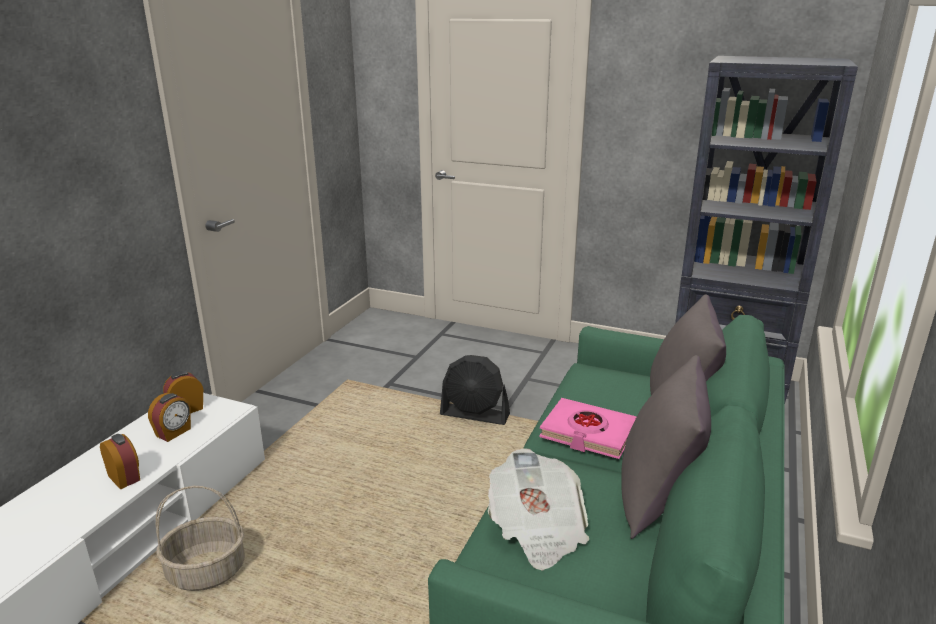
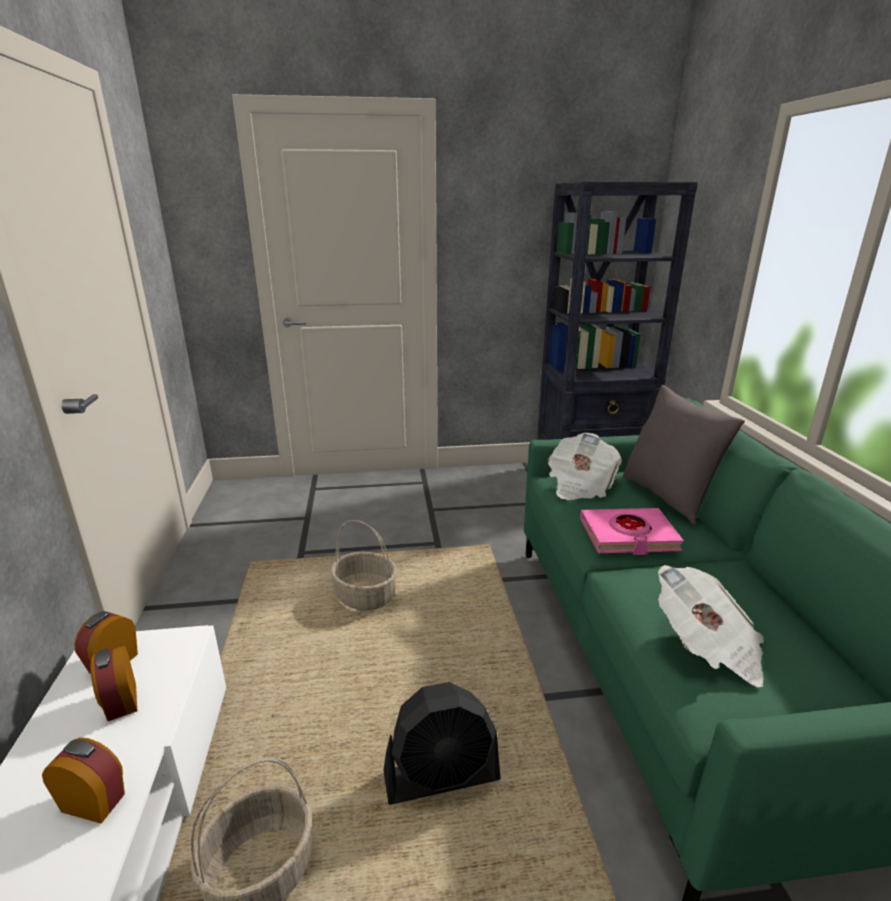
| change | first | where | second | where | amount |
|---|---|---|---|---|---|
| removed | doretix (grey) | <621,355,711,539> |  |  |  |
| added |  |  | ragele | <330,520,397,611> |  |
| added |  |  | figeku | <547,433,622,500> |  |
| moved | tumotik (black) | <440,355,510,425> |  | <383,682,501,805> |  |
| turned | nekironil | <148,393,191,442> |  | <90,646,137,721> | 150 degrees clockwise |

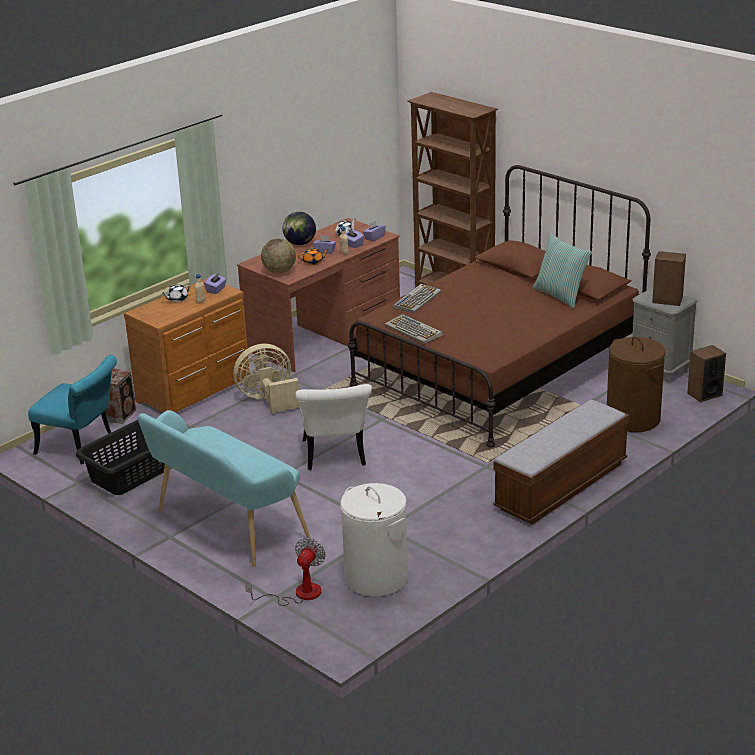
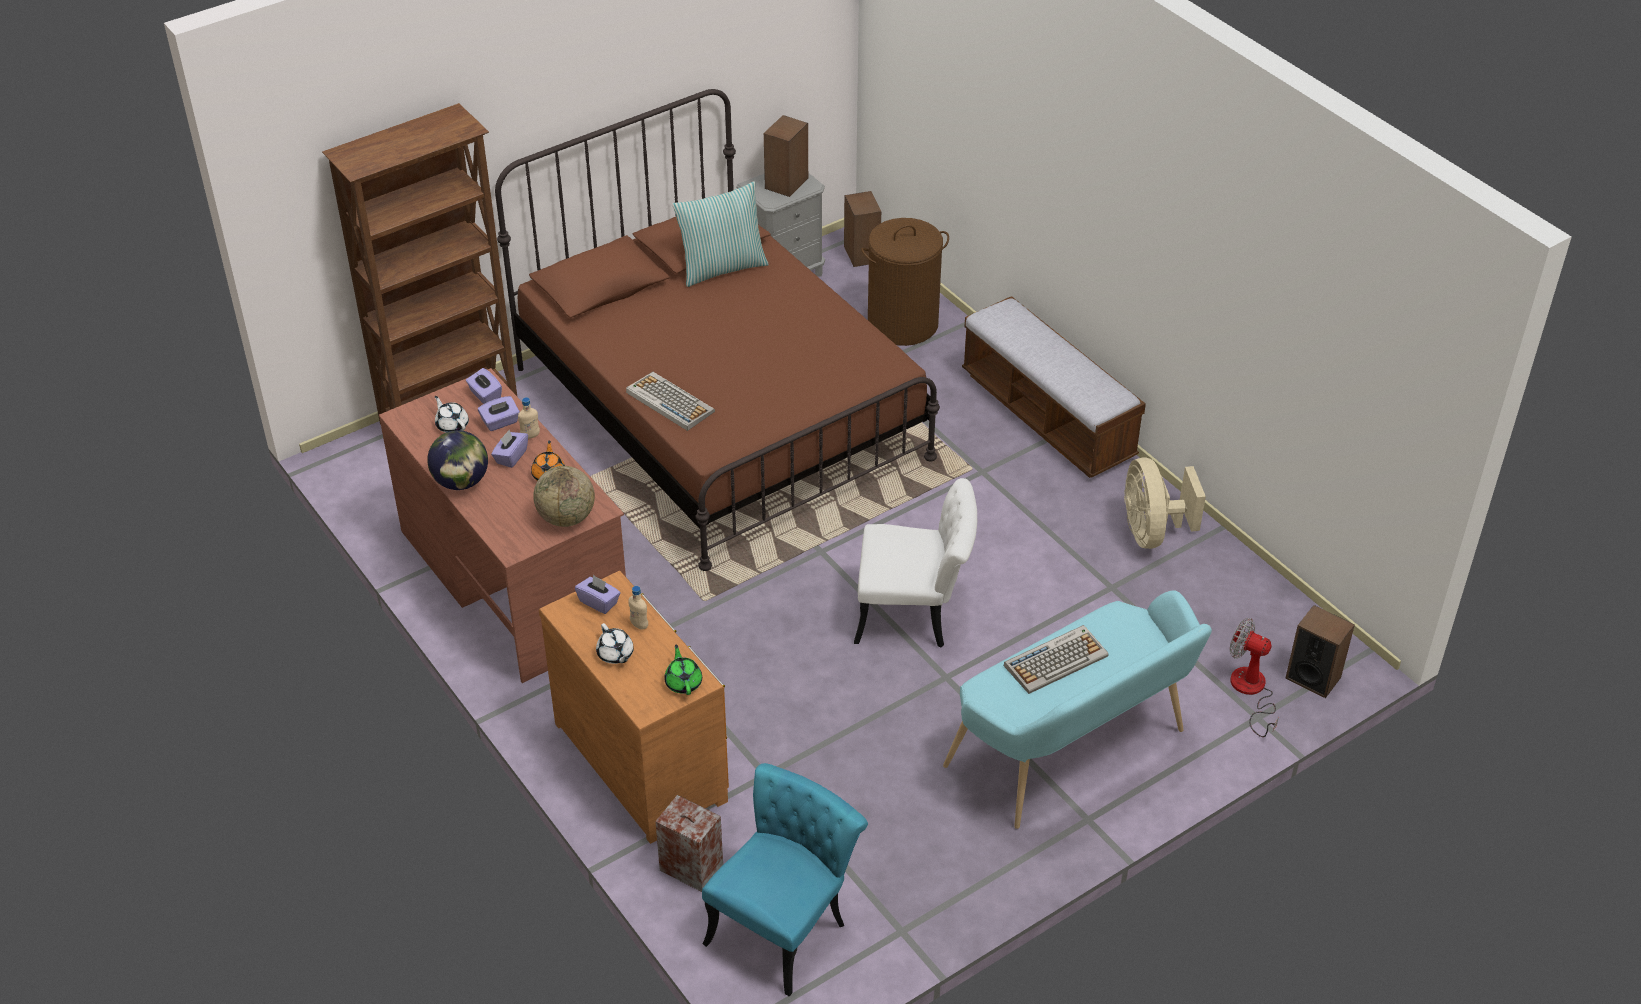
| change | first | where | second | where | amount |
|---|---|---|---|---|---|
| removed | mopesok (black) | <76,417,171,495> |  |  |  |
| removed | mopesok (white) | <340,483,408,597> |  |  |  |
| added |  |  | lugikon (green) | <664,644,702,695> |  |
| added |  |  | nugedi | <1286,605,1355,698> |  |
| moved | tumotik (beige) | <233,344,299,413> |  | <1124,458,1206,549> |  |
| moved | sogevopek | <385,314,443,344> |  | <1004,625,1109,694> |  |

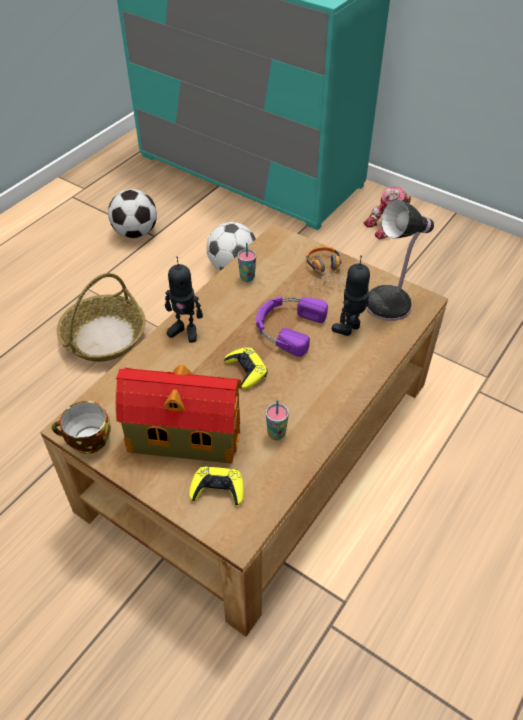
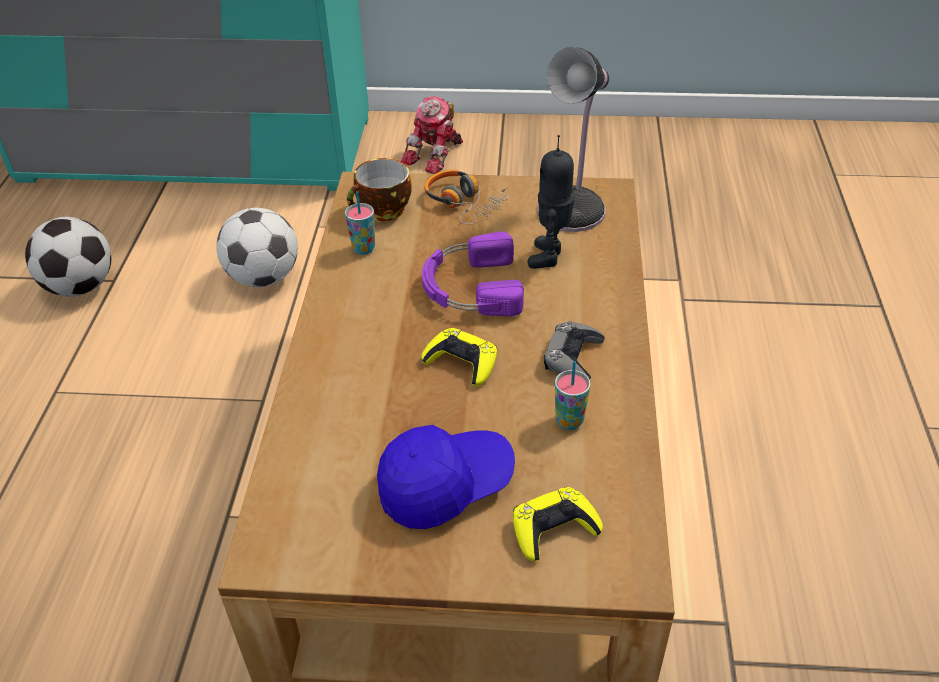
| change | first | where | second | where | amount |
|---|---|---|---|---|---|
| removed | ragele | <57,273,146,362> |  |  |  |
| removed | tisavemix | <165,256,203,343> |  |  |  |
| added |  |  | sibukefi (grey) | <544,321,604,380> |  |
| moved | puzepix | <52,401,111,454> |  | <347,158,412,221> |  |
| replaced | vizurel | <115,365,242,463> | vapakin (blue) | <377,425,515,529> |  |

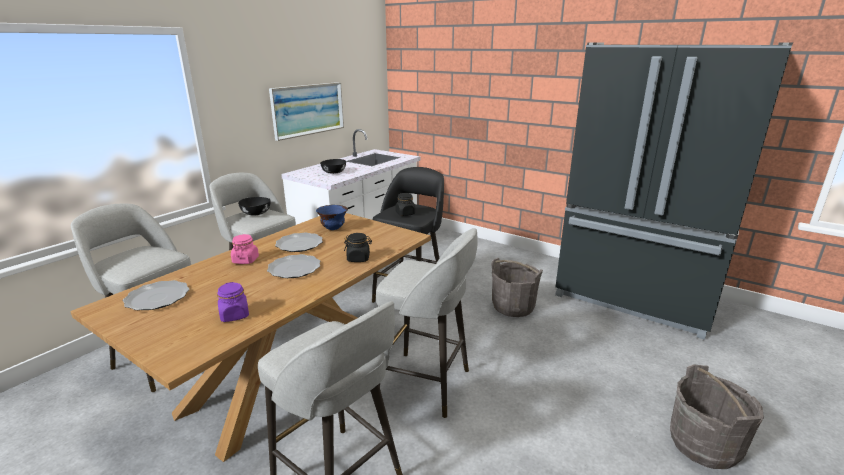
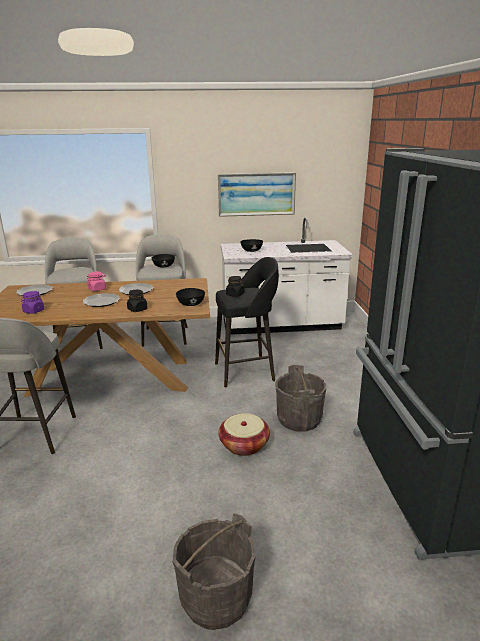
| change | first | where | second | where | amount |
|---|---|---|---|---|---|
| removed | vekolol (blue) | <316,205,348,230> |  |  |  |
| removed | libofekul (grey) | <376,228,478,418> |  |  |  |
| added |  |  | vekolol (black) | <176,288,205,306> |  |
| added |  |  | ragele | <218,413,270,456> |  |

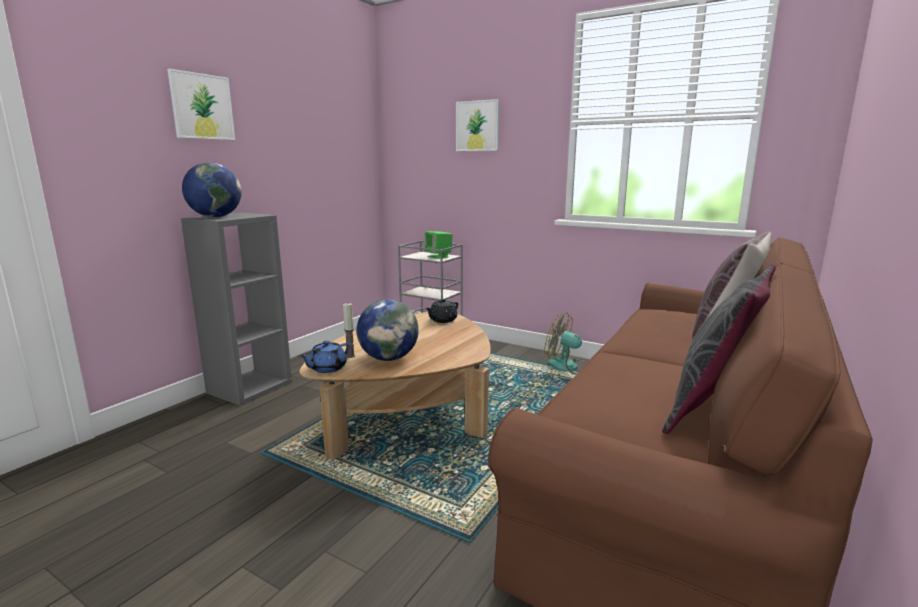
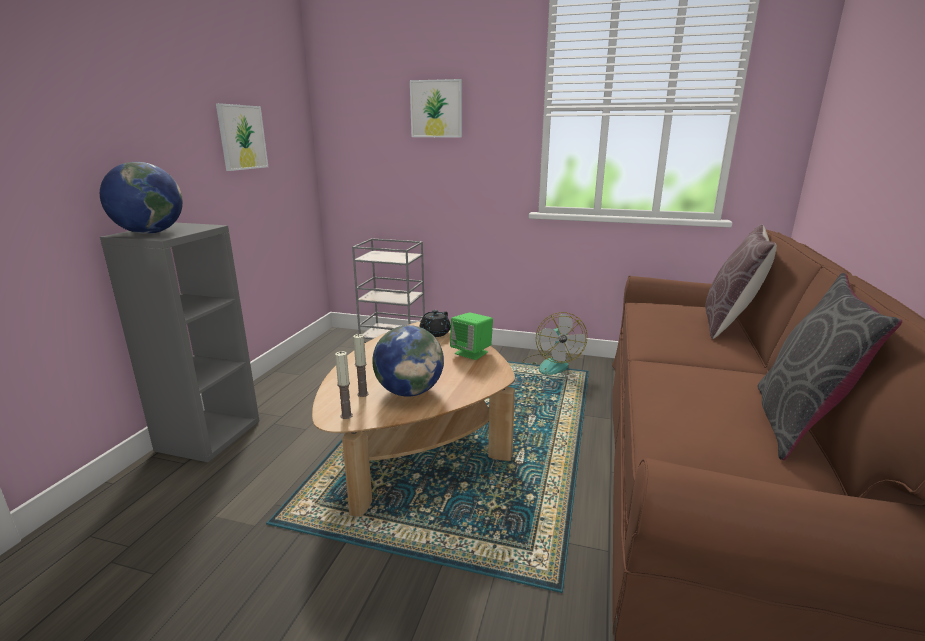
| change | first | where | second | where | amount |
|---|---|---|---|---|---|
| moved | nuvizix | <167,69,235,140> |  | <216,103,268,171> |  |
| moved | nugedi (green) | <424,231,453,259> |  | <450,312,493,360> |  |
| replaced | lugikon (blue) | <300,341,350,373> | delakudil | <335,351,353,419> |  |
| turned | tumotik | <544,312,589,374> |  | <522,312,588,375> | 105 degrees counterclockwise |

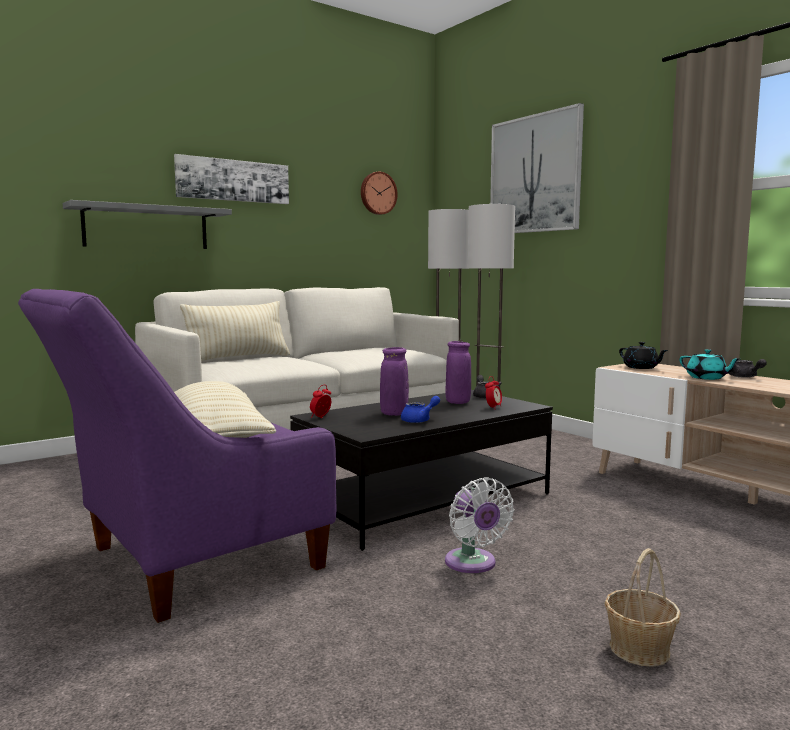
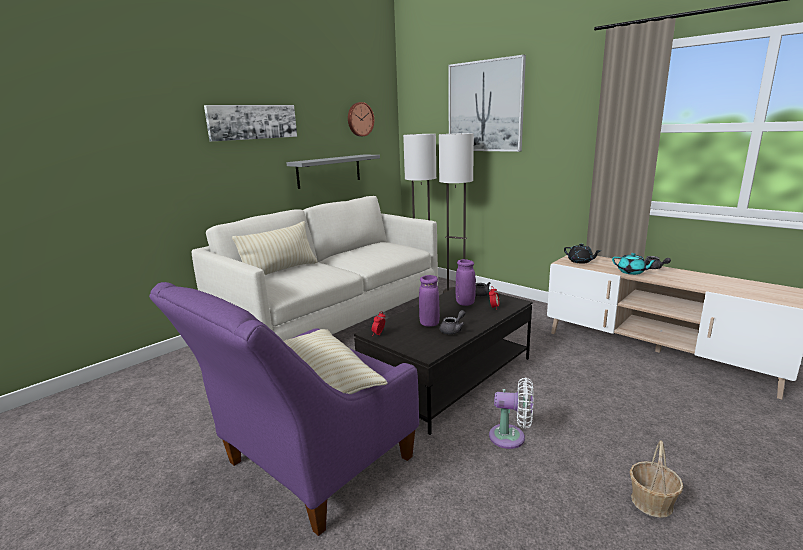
| change | first | where | second | where | amount |
|---|---|---|---|---|---|
| moved | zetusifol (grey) | <63,200,232,249> |  | <286,154,380,189> |  |
| recoloured | lugikon (blue) | <401,396,440,423> | lugikon (grey) | <440,310,466,334> |  |
| turned | tumotik (white) | <445,477,514,573> |  | <489,378,533,449> | 45 degrees counterclockwise |

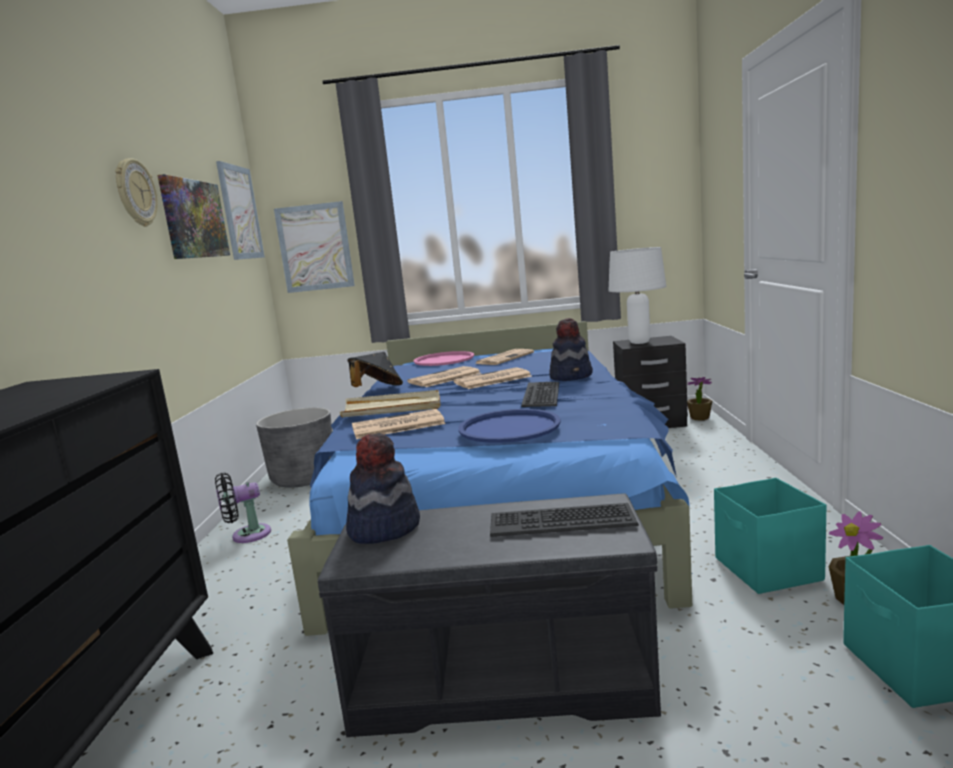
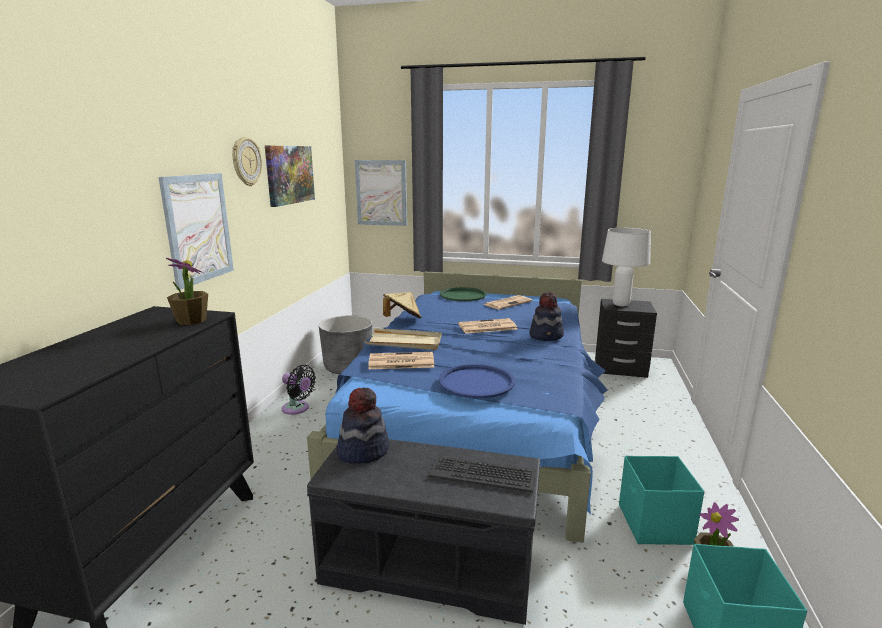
| change | first | where | second | where | amount |
|---|---|---|---|---|---|
| removed | figeku | <407,366,481,387> |  |  |  |
| removed | sogevopek | <521,382,559,407> |  |  |  |
| moved | nuvizix | <216,161,265,260> |  | <159,173,234,290> |  |
| moved | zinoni | <687,377,713,421> |  | <166,258,208,325> |  |
| recoloured | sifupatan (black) | <348,352,403,387> | sifupatan (beige) | <383,292,421,318> |  |
| recoloured | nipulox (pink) | <413,351,474,366> | nipulox (green) | <440,287,487,301> |  |
| turned | tumotik (black) | <215,473,271,543> |  | <282,365,316,415> | 135 degrees counterclockwise |

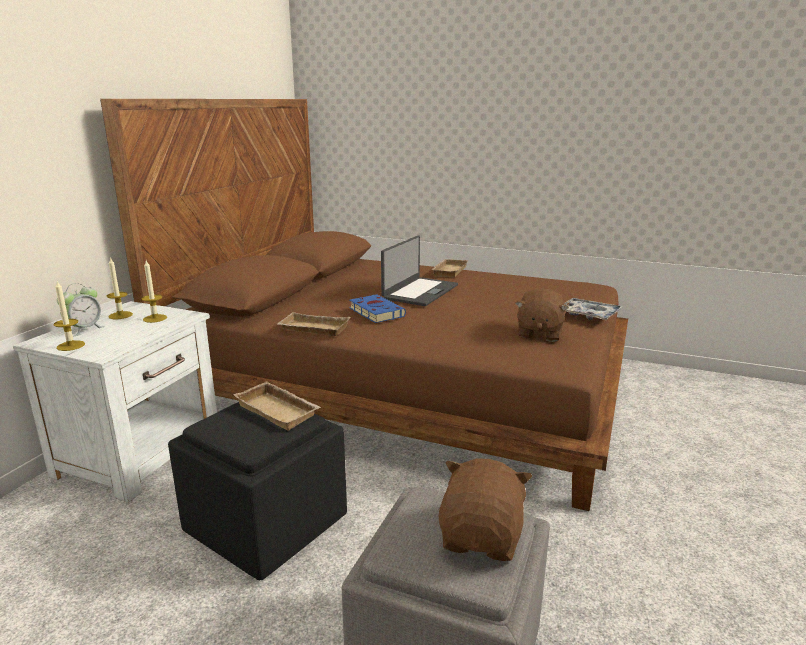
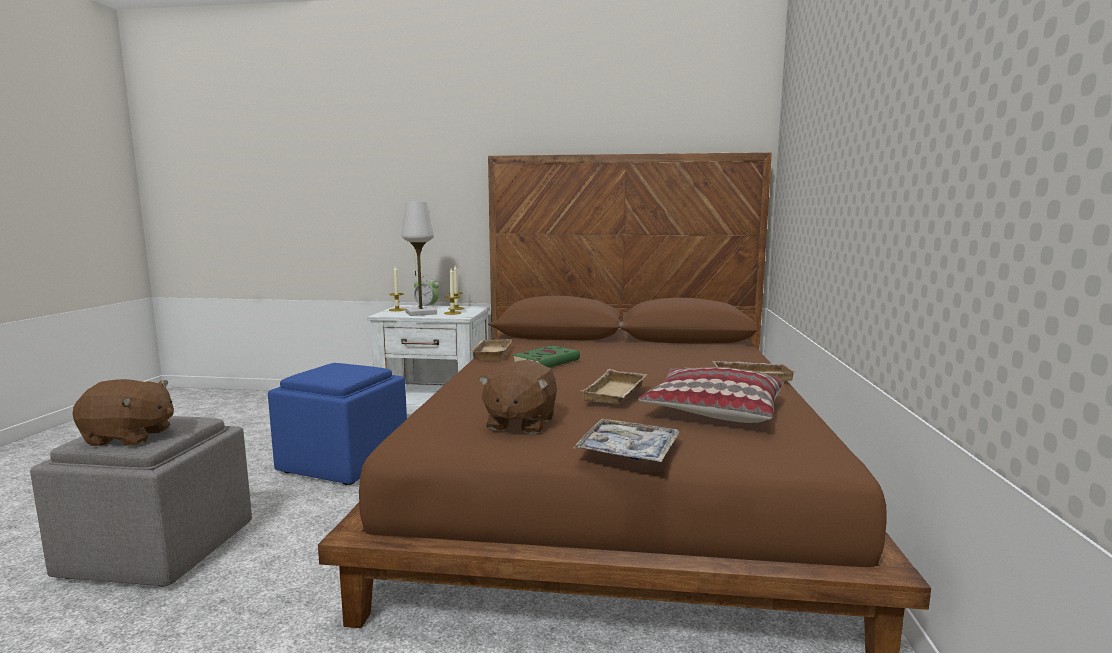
| change | first | where | second | where | amount |
|---|---|---|---|---|---|
| removed | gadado | <381,235,458,306> |  |  |  |
| added |  |  | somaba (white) | <402,202,437,316> |  |
| added |  |  | doretix | <638,367,784,423> |  |
| moved | nipulox (beige) | <233,381,321,431> |  | <581,369,647,404> |  |
| recoloured | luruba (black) | <168,402,347,580> | luruba (blue) | <268,363,407,485> |  |
| recoloured | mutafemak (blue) | <349,295,406,323> | mutafemak (green) | <513,345,580,368> |  |
| turned | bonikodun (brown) | <515,288,569,342> |  | <478,360,557,434> | 75 degrees counterclockwise |

